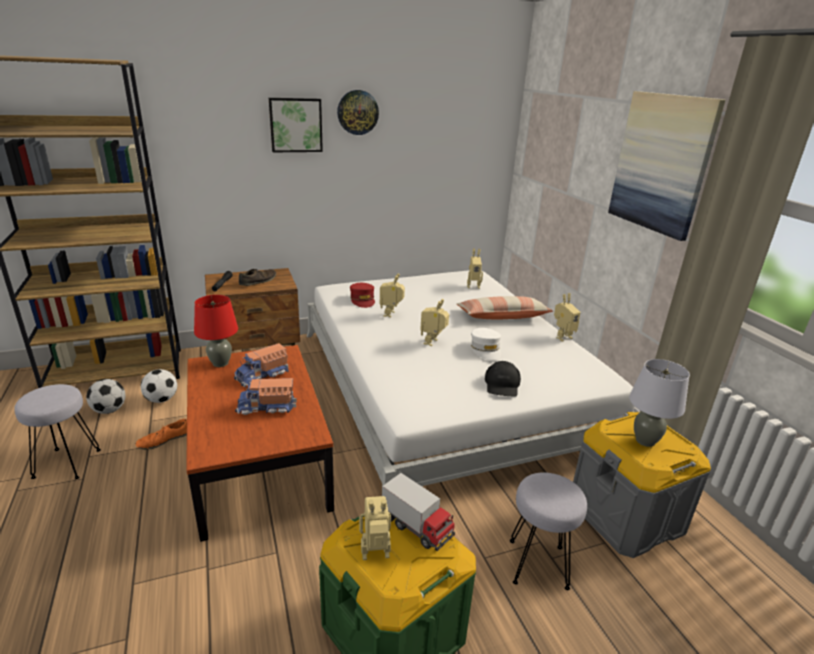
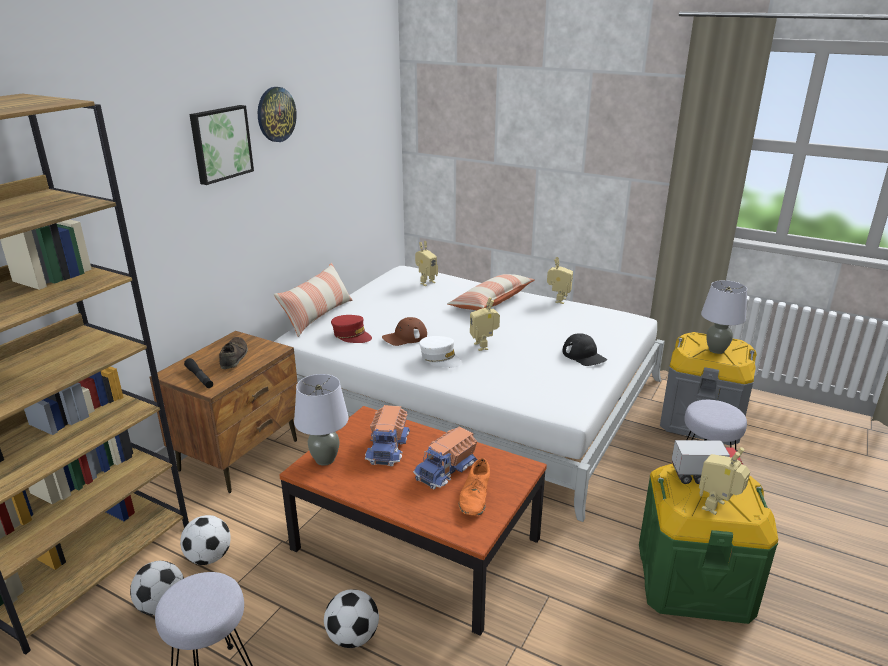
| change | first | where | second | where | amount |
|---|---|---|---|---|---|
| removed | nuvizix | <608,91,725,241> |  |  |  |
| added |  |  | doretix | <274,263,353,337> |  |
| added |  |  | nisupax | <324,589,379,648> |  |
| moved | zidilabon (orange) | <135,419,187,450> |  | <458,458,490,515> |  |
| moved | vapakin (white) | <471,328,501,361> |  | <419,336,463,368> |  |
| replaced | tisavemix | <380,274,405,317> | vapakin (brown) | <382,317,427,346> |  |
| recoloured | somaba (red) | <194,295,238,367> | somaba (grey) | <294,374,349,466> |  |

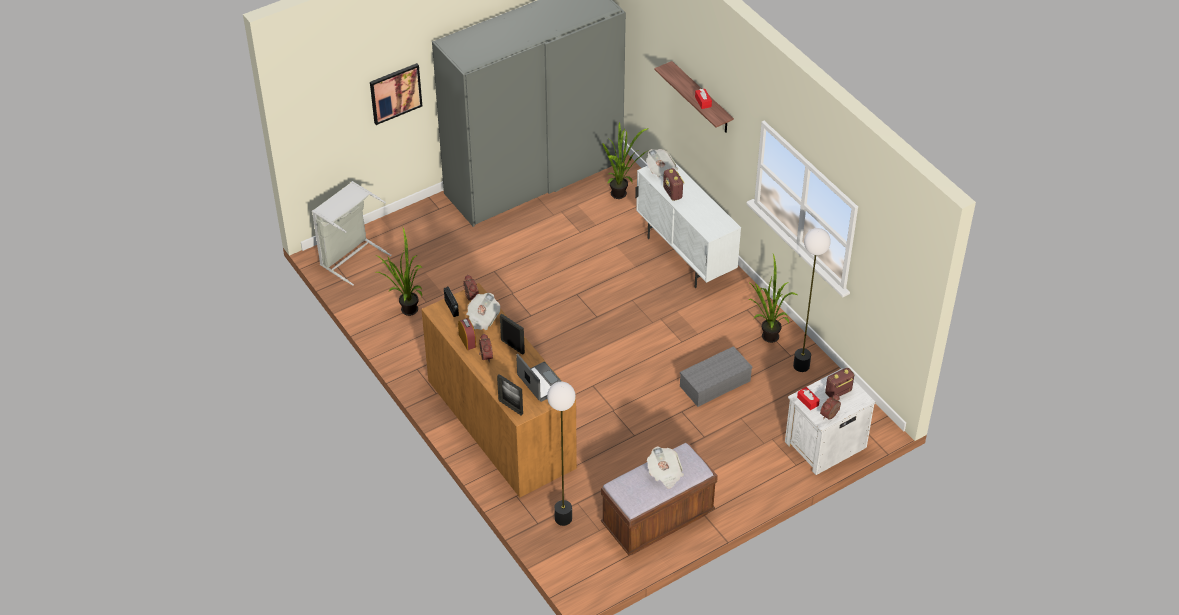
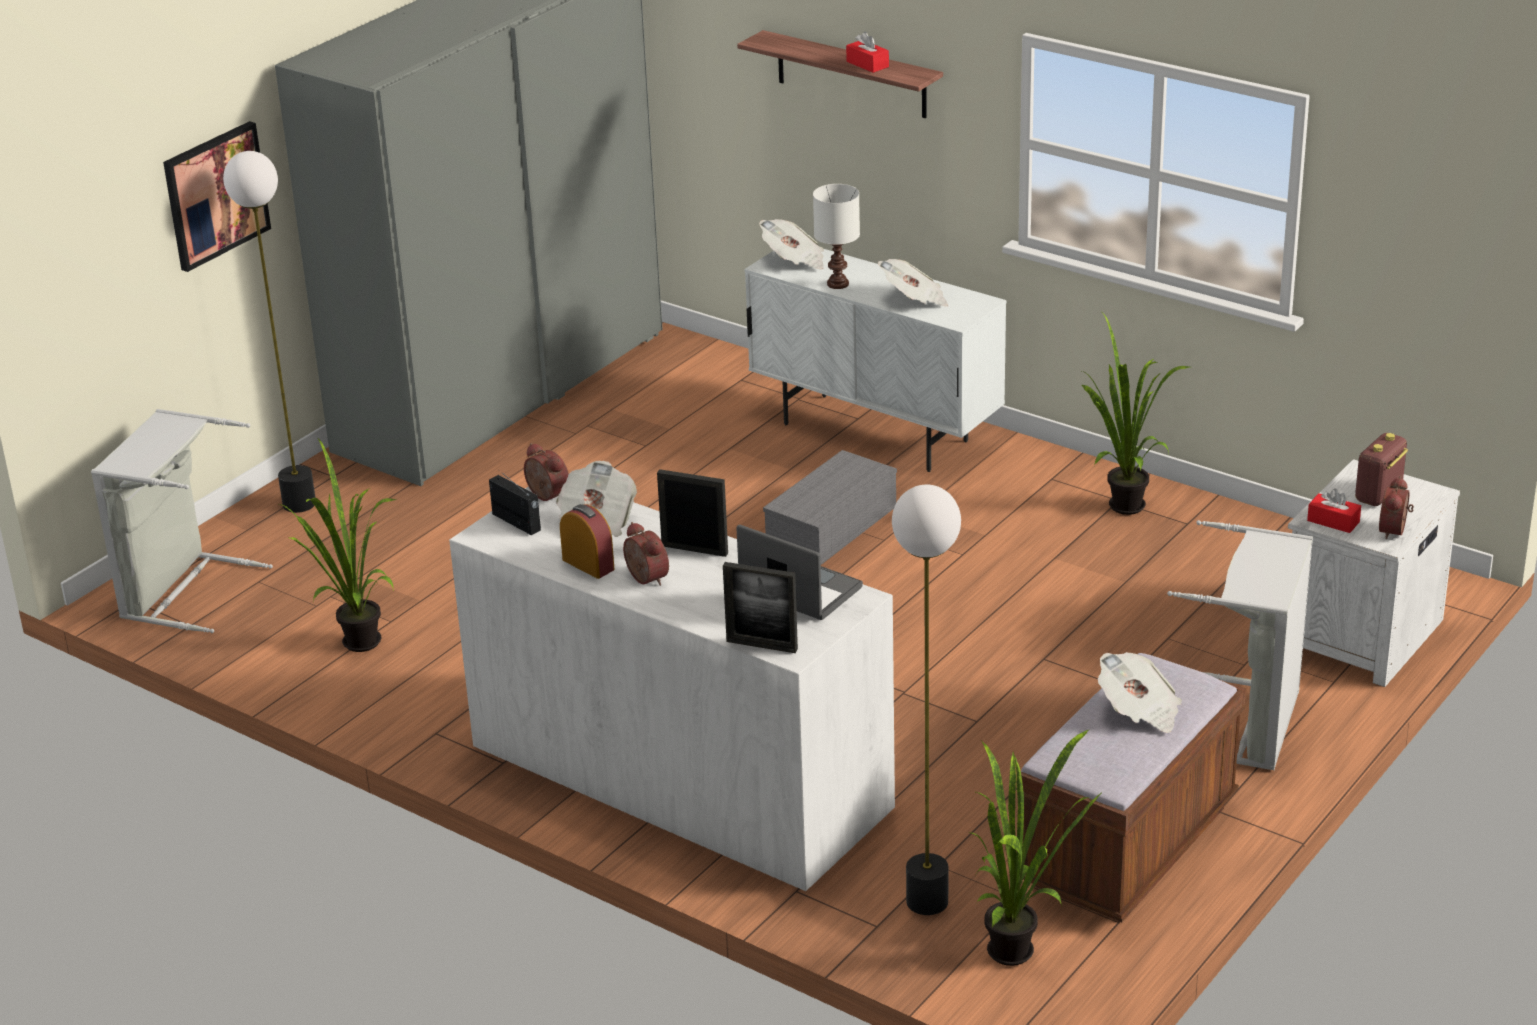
| change | first | where | second | where | amount |
|---|---|---|---|---|---|
| added |  |  | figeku | <878,259,949,306> |  |
| added |  |  | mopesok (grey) | <1167,520,1313,770> |  |
| moved | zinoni | <602,122,649,199> |  | <969,729,1102,966> |  |
| moved | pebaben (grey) | <680,346,752,407> |  | <763,450,897,565> |  |
| moved | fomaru | <793,228,831,372> |  | <223,151,315,513> |  |
| replaced | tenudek | <663,168,684,201> | somaba (white) | <813,184,860,289> |  |
| recoloured | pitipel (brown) | <421,283,577,497> | pitipel (white) | <449,486,895,891> |  |

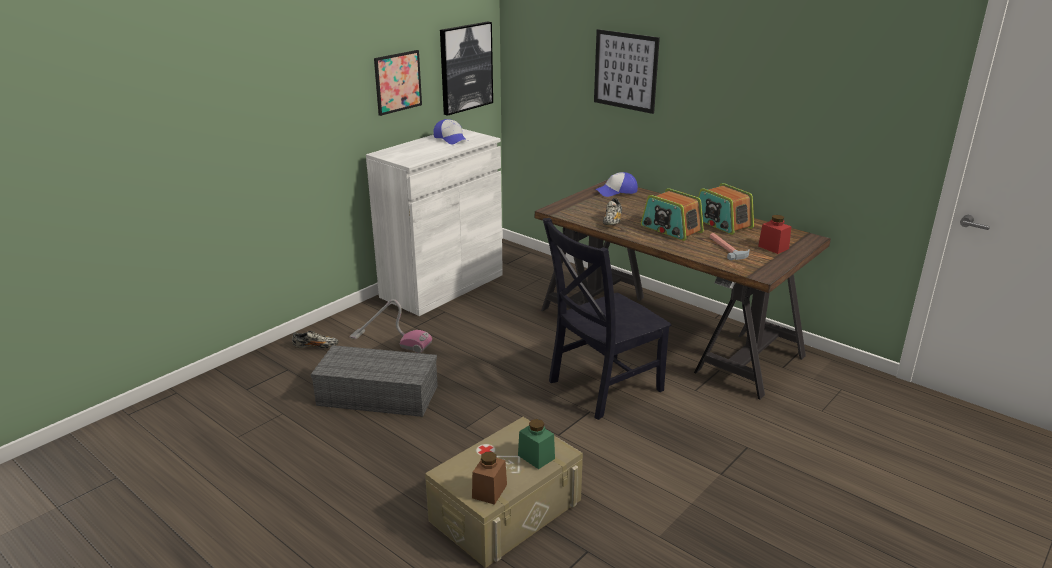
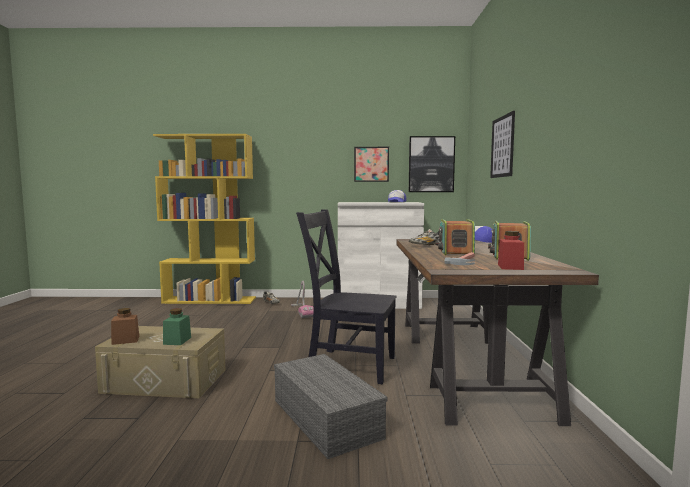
| change | first | where | second | where | amount |
|---|---|---|---|---|---|
| added |  |  | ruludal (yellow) | <153,134,256,304> |  |
| moved | pebaben (grey) | <311,345,438,417> |  | <274,354,388,459> |  |

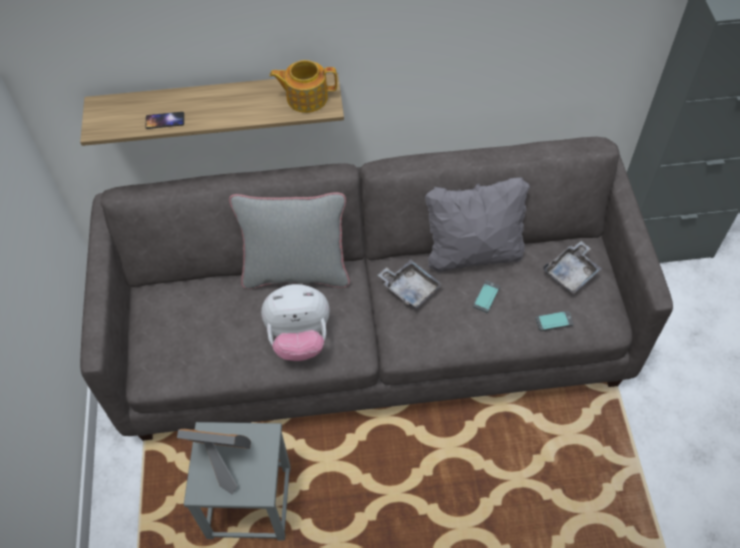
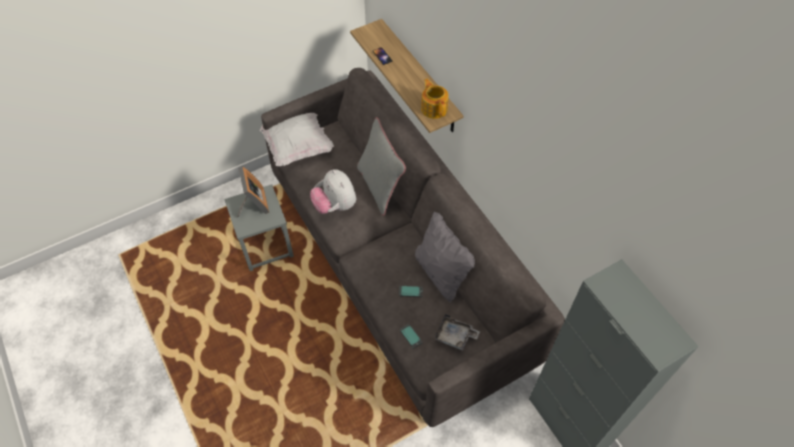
| change | first | where | second | where | amount |
|---|---|---|---|---|---|
| removed | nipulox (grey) | <378,259,442,309> |  |  |  |
| added |  |  | doretix (white) | <260,113,334,166> |  |

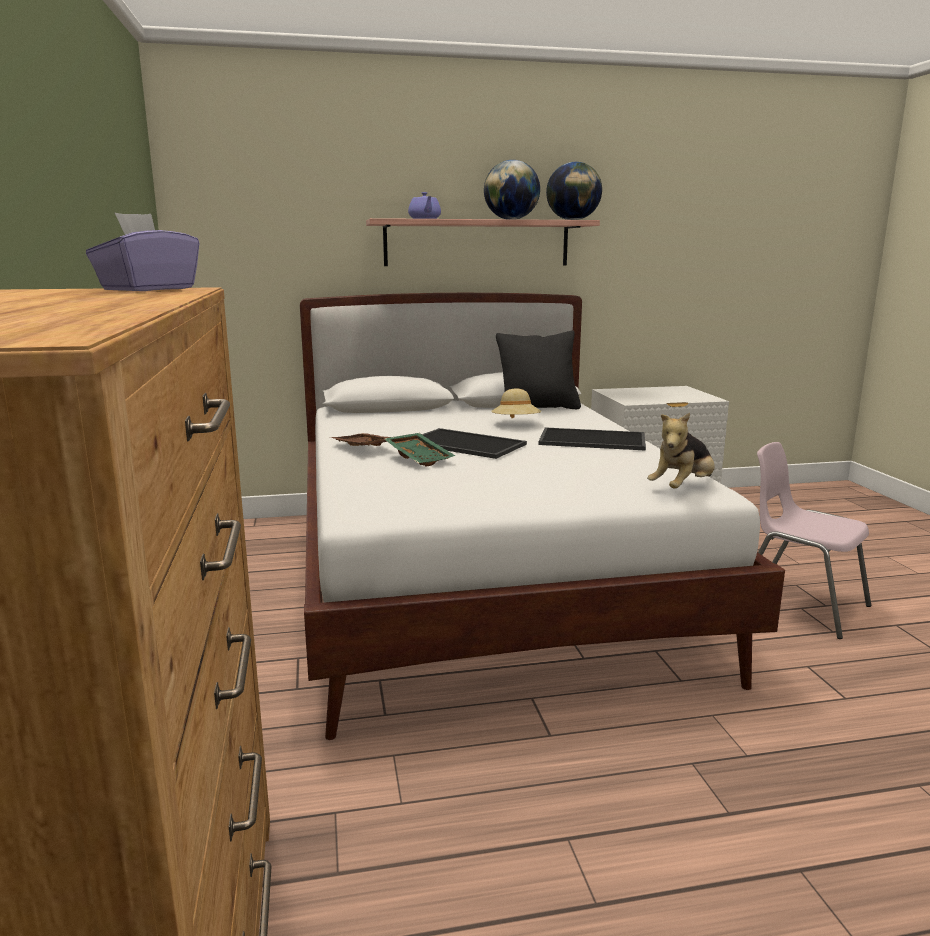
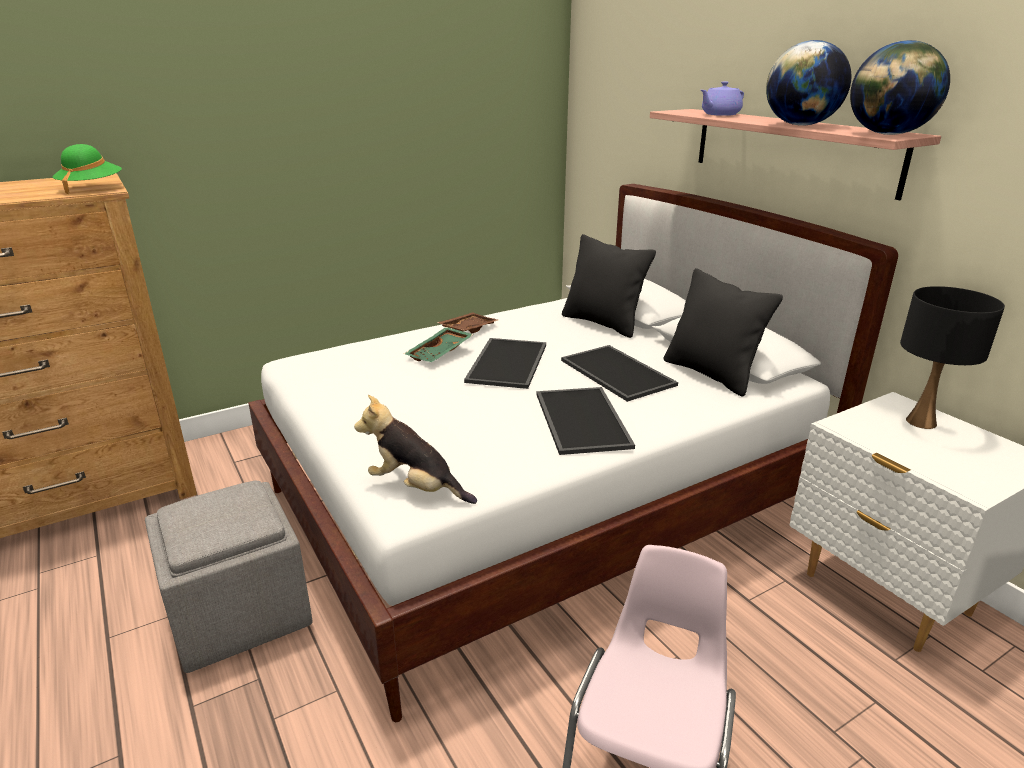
| change | first | where | second | where | amount |
|---|---|---|---|---|---|
| added |  |  | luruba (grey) | <145,481,313,673> |  |
| added |  |  | doretix (black) | <562,234,656,338> |  |
| added |  |  | somaba (black) | <900,286,1005,429> |  |
| replaced | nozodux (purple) | <86,213,199,291> | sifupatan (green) | <52,144,122,194> |  |
| replaced | sifupatan (beige) | <491,388,541,418> | nipulox | <561,345,678,402> |  |

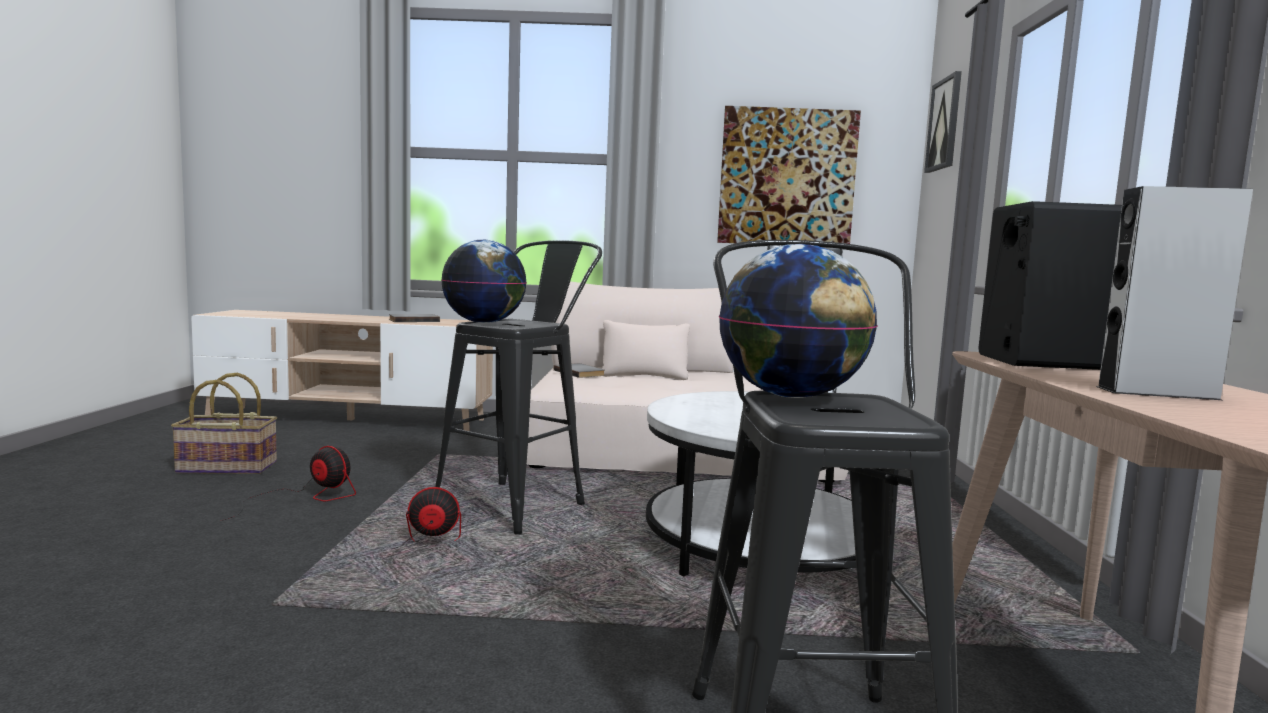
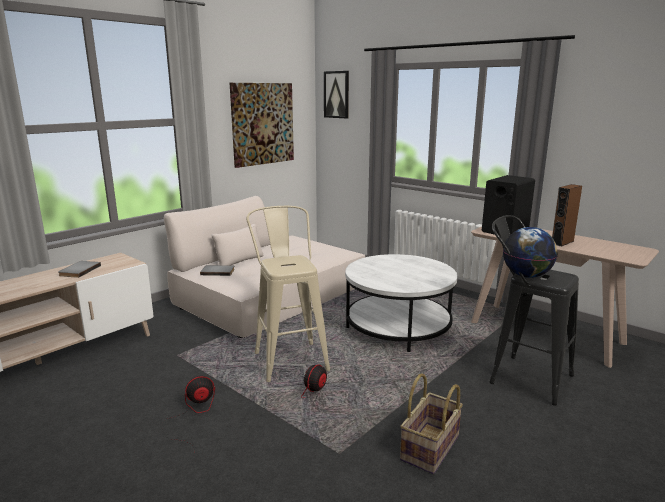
| change | first | where | second | where | amount |
|---|---|---|---|---|---|
| removed | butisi | <441,240,527,323> |  |  |  |
| moved | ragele | <171,373,277,474> |  | <400,373,463,474> |  |
| recoloured | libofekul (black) | <435,240,602,535> | libofekul (beige) | <246,206,330,382> |  |
| recoloured | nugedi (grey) | <1096,186,1253,401> | nugedi (brown) | <552,184,582,247> |  |

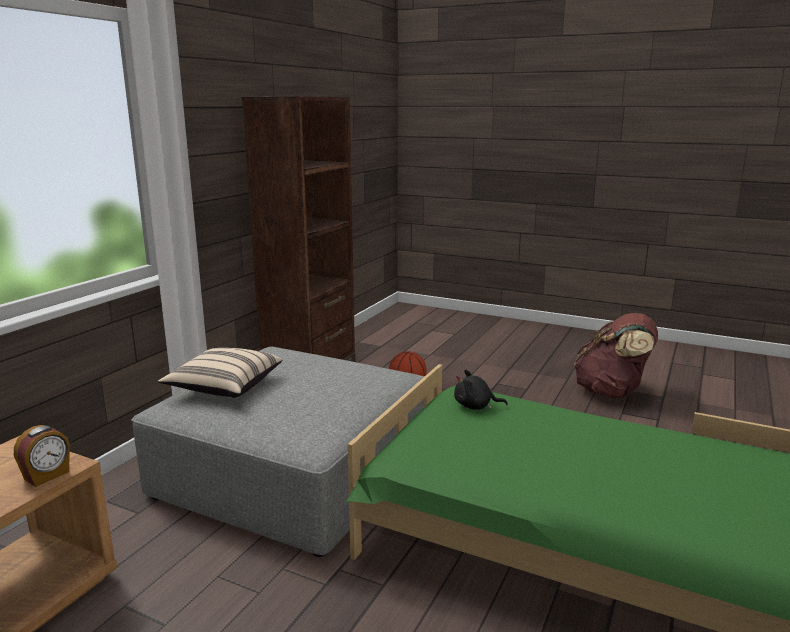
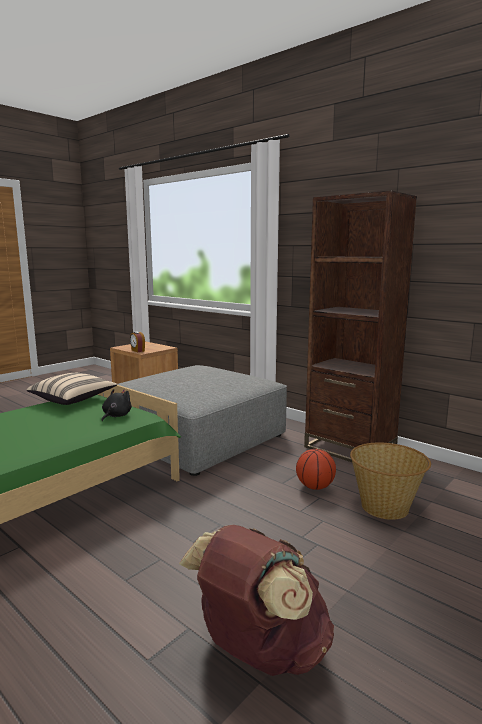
| change | first | where | second | where | amount |
|---|---|---|---|---|---|
| added |  |  | ragele | <350,443,431,520> |  |
| moved | doretix (beige) | <158,348,282,398> |  | <27,373,118,405> |  |

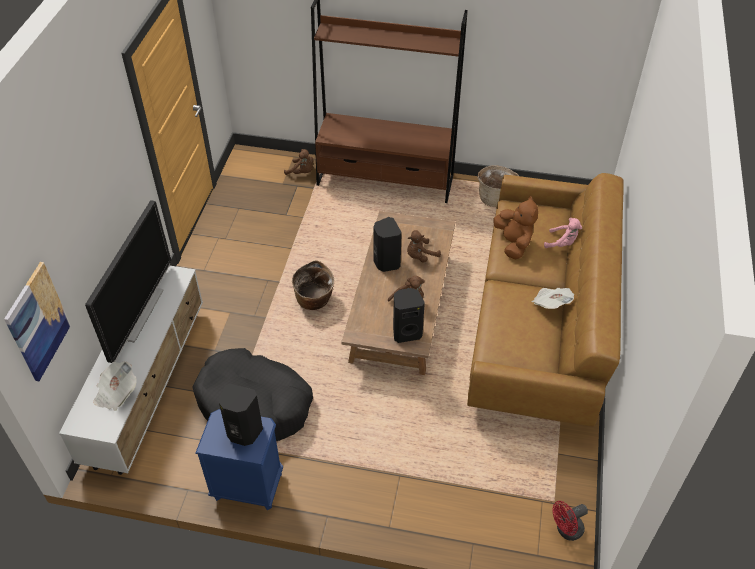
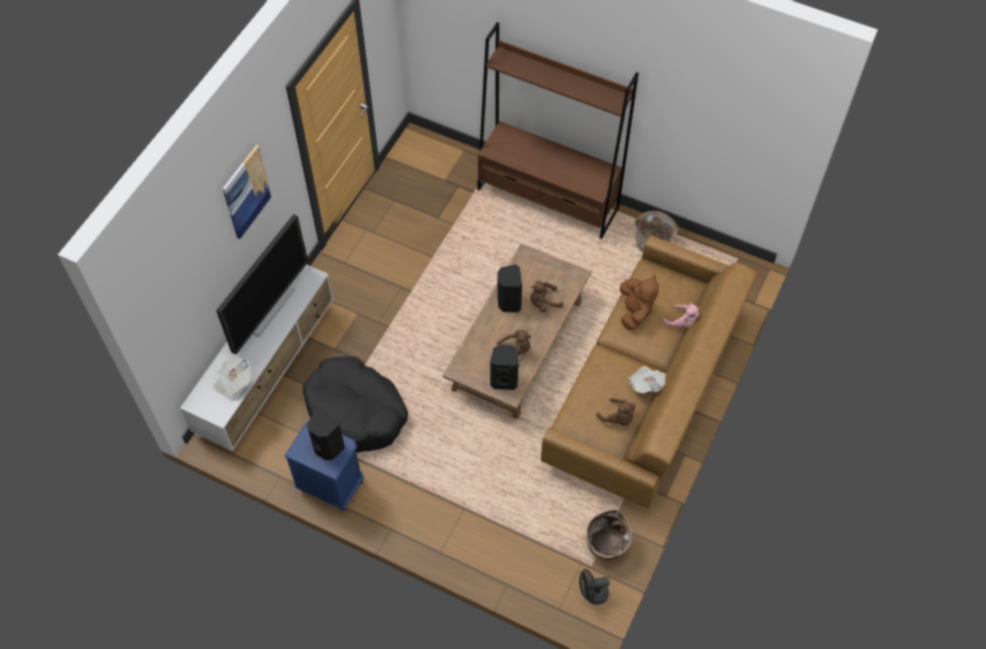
| change | first | where | second | where | amount |
|---|---|---|---|---|---|
| moved | nuvizix | <4,262,71,381> |  | <222,144,272,239> |  |
| moved | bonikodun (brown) | <284,149,314,175> |  | <596,398,635,425> |  |
| moved | ragele | <292,260,334,310> |  | <587,510,632,560> |  |
| recoloured | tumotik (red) | <552,501,588,541> | tumotik (black) | <579,569,610,605> |  |

